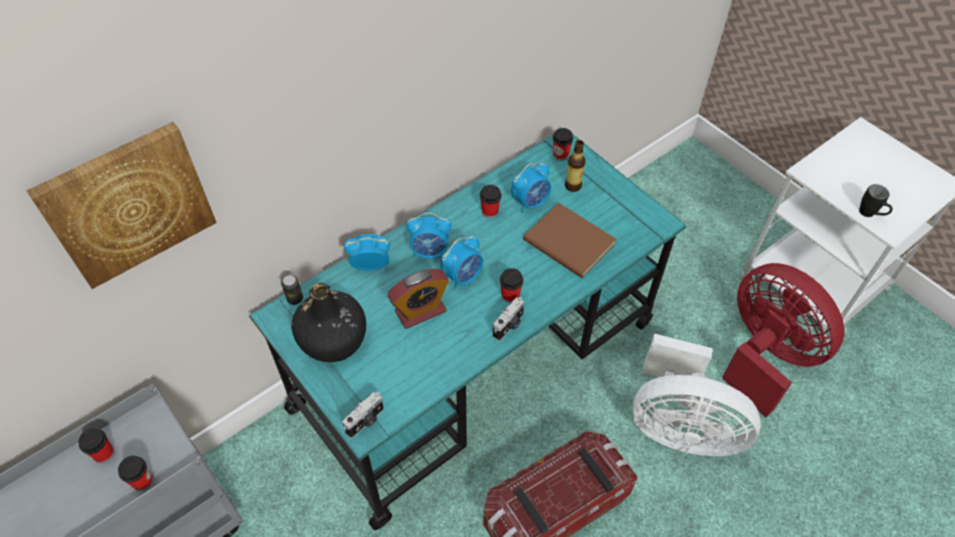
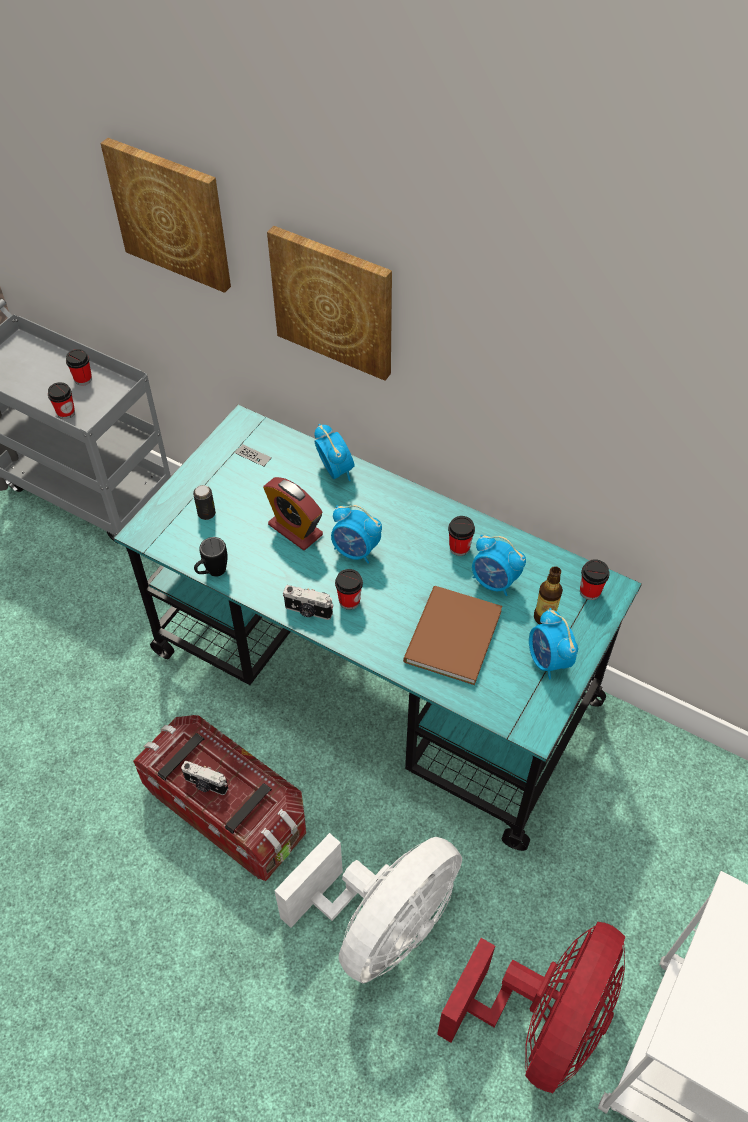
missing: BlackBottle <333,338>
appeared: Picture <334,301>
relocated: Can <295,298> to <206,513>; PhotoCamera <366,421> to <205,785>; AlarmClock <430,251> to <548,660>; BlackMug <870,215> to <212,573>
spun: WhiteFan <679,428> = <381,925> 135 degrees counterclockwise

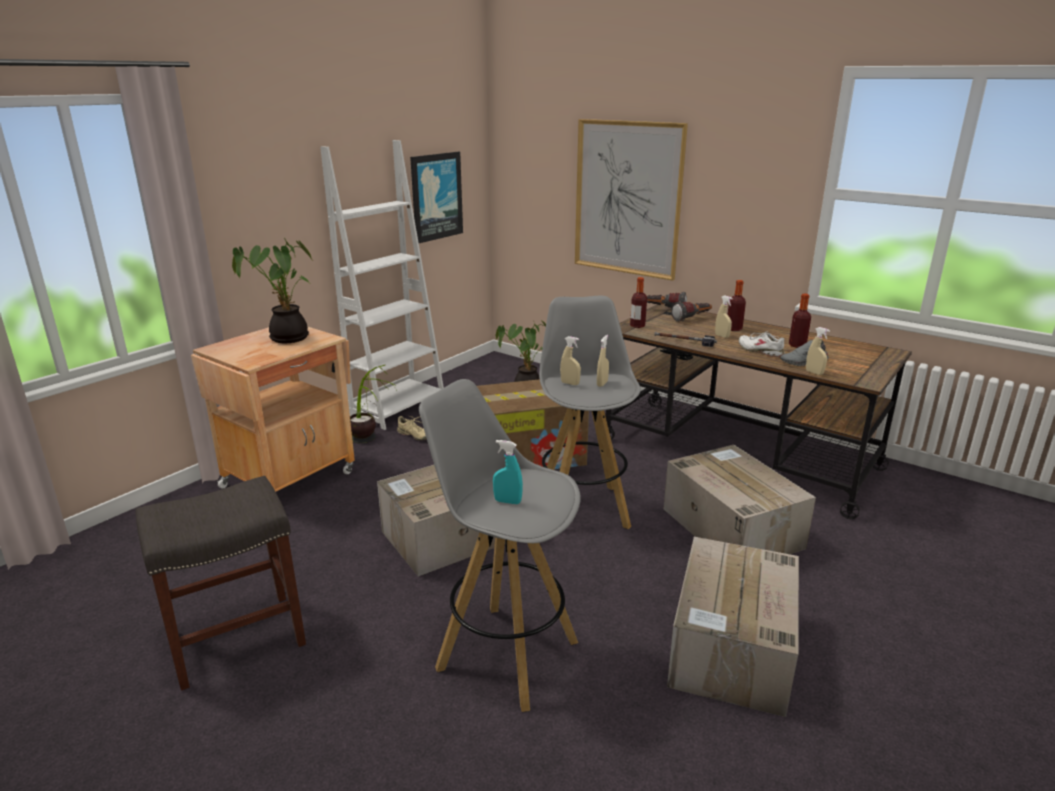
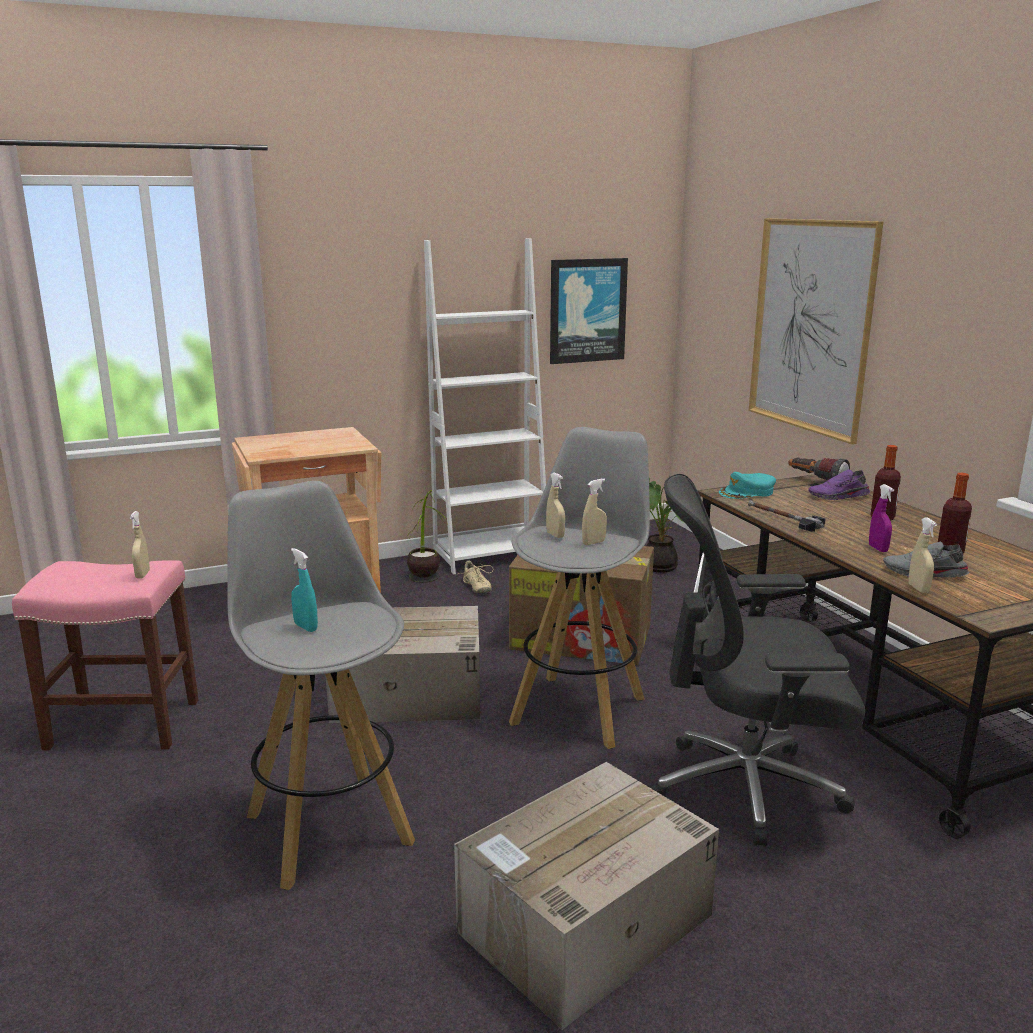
missing: PottedPlant <286,338>
relocated: BeigeSprayBottle <722,336> to <142,575>
exchanged: Bottle <637,325> to TurquoiseCap <747,492>; CardboardBox <730,527> to OfficeChair <748,789>; Flashlight <692,319> to PurpleShoe <839,497>; WhiteShoe <760,351> to PurpleSprayBottle <878,549>
colour: GreyStool <238,638> to PinkStool <126,724>

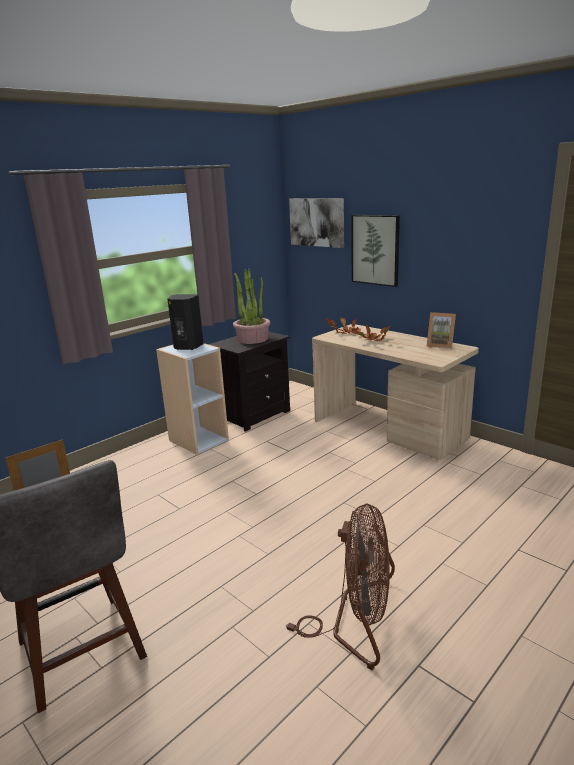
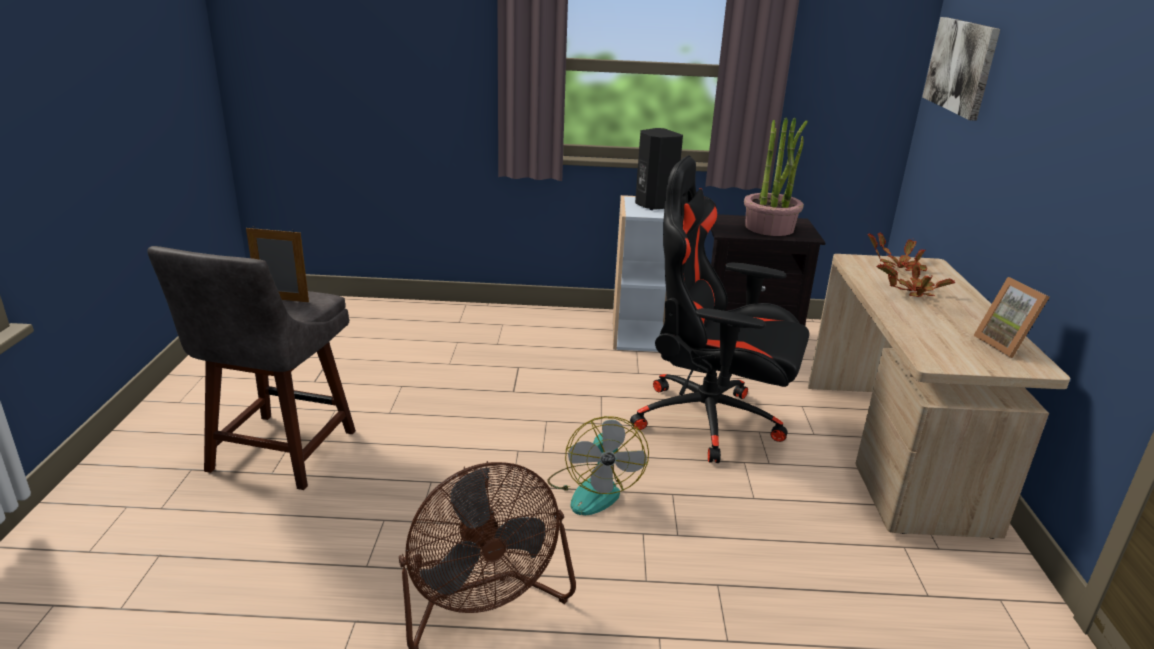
missing: Picture <375,250>
appeared: Fan <593,489>; BlackOfficeChair <717,424>

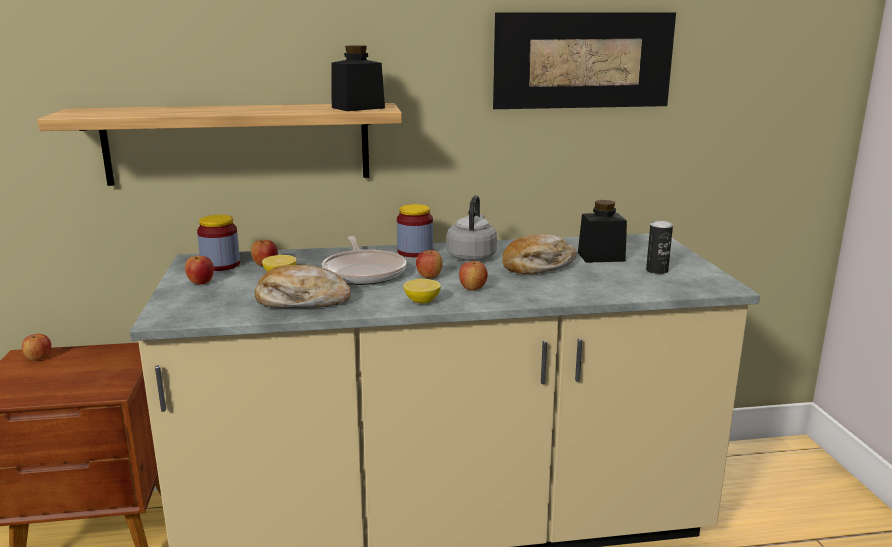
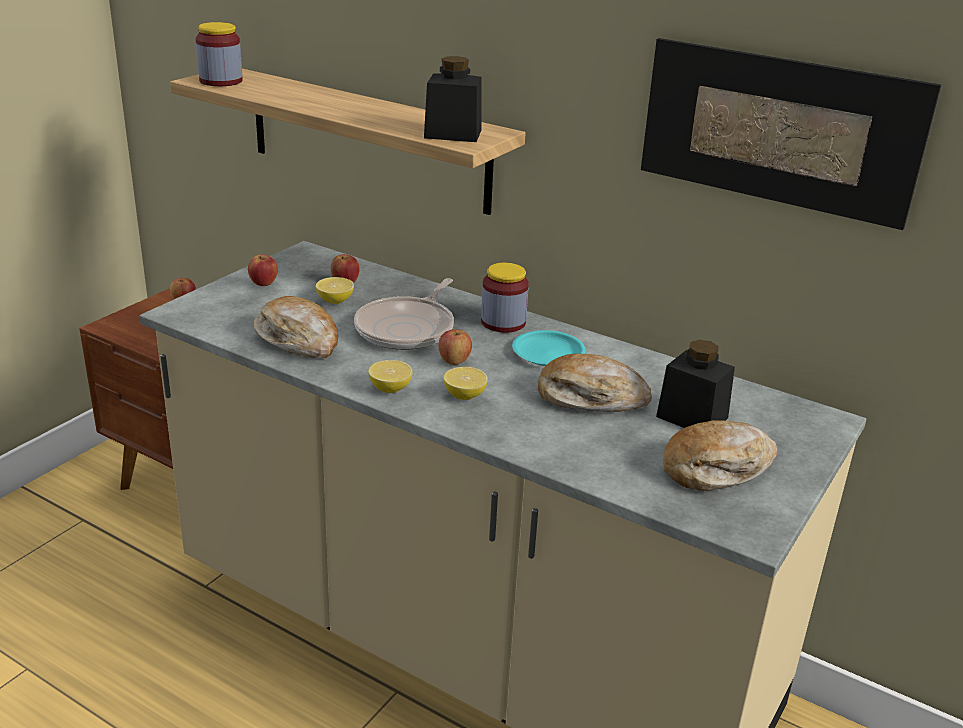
relocated: Jar <220,265> to <221,81>
exchanged: GreyKettle <472,256> to TurquoisePlate <548,353>; Apple <472,288> to Lemon <465,395>; Can <657,271> to Bread <716,468>

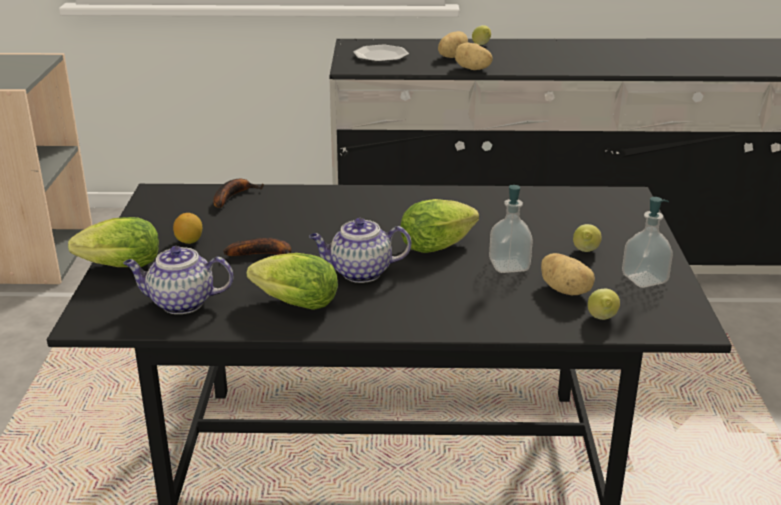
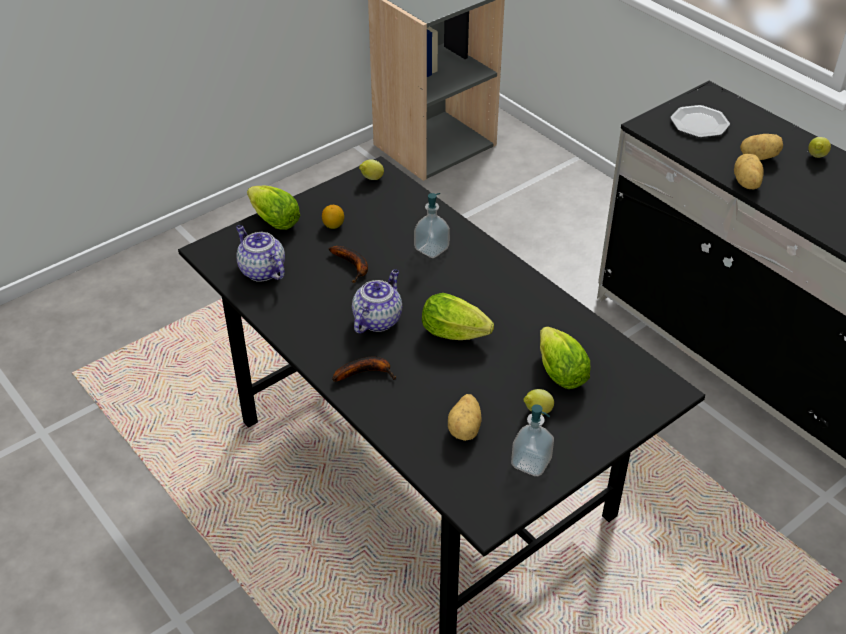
relocated: Banana <233,196> to <366,372>; Lettuce <291,303> to <558,370>; SoapDispenser <509,265> to <431,249>; Lemon <602,319> to <371,179>
spun: Teapot <359,273> = <377,319> 75 degrees clockwise

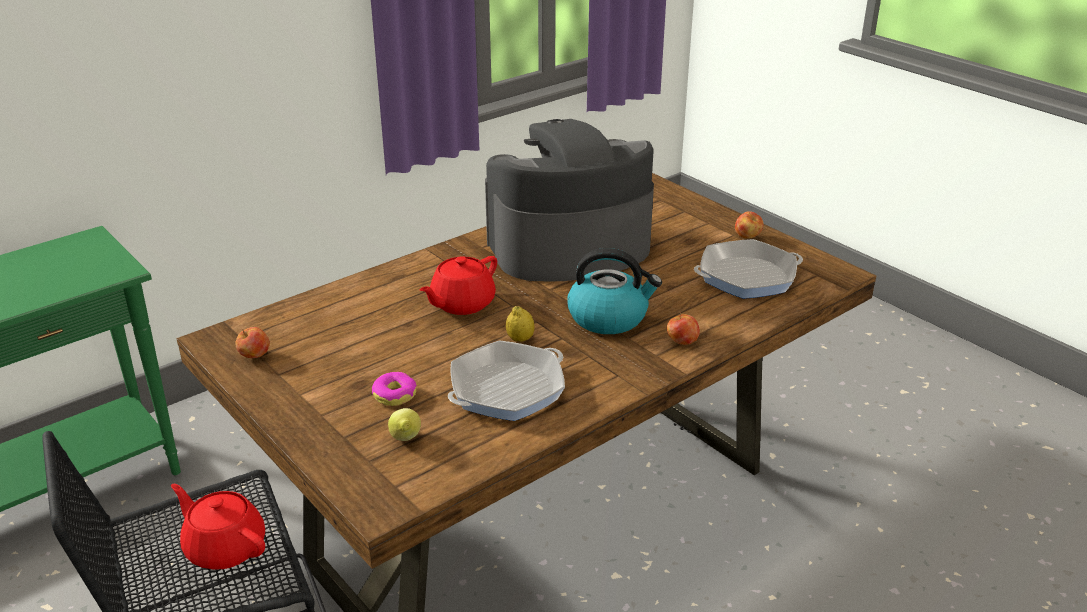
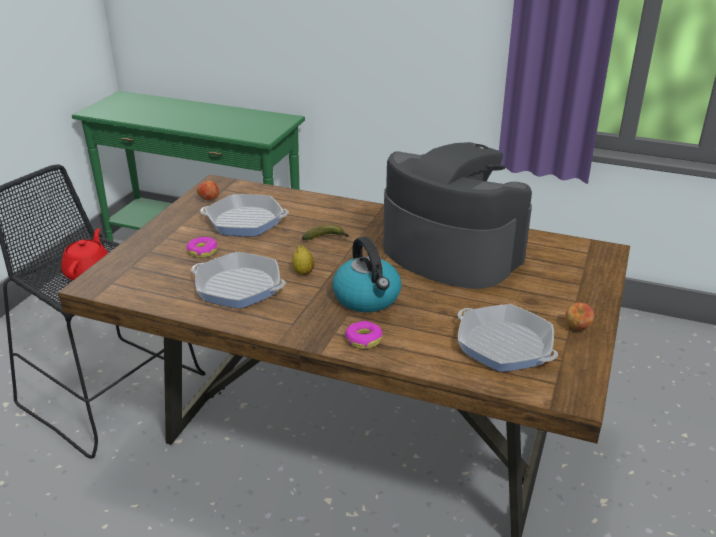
missing: Lemon <406,440>
appeared: FryingPan <245,221>
exchanged: RedTeapot <461,304> to Banana <327,238>; Apple <682,342> to Donut <363,340>

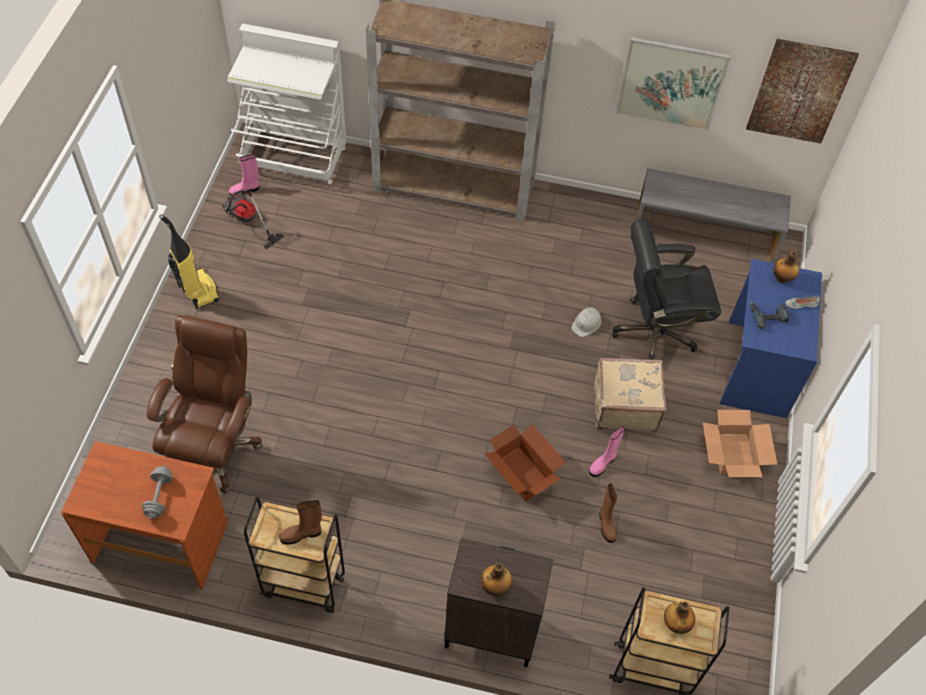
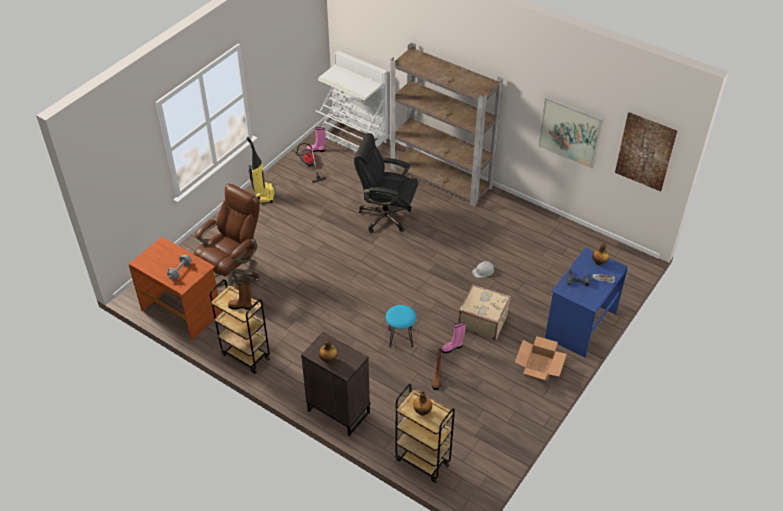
missing: GreyBench <706,232>
relocated: BlackOfficeChair <656,332> to <386,217>
exchanged: CardboardBox <522,473> to TurquoiseStool <400,338>

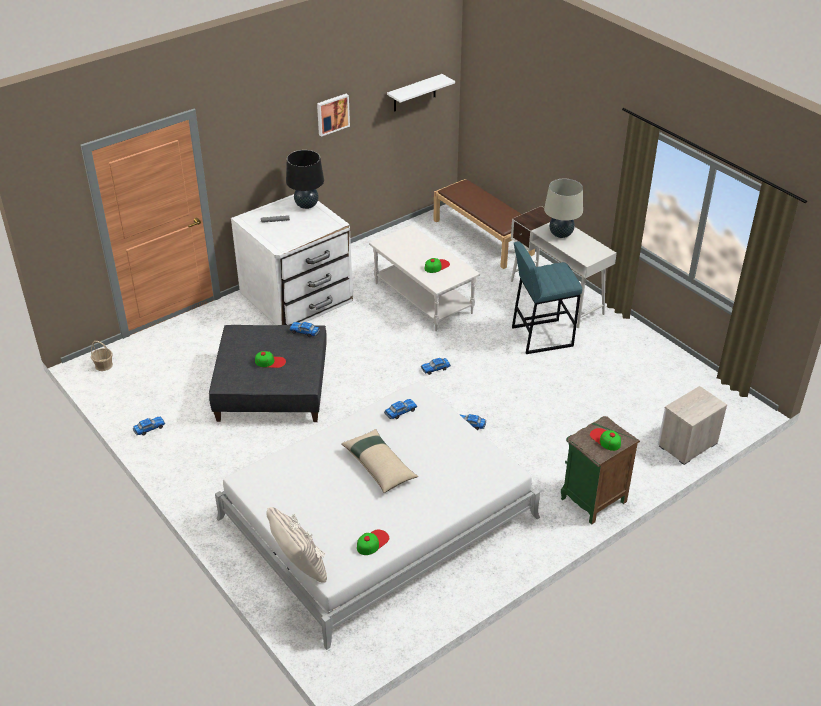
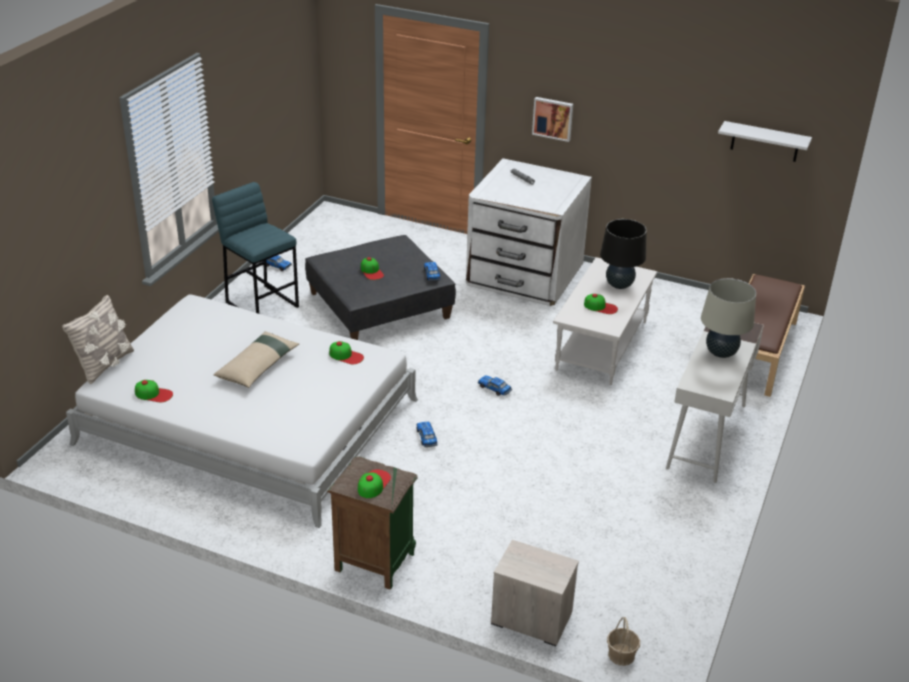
relocated: Basket <103,365> to <621,655>; BlackTableLamp <306,205> to <619,285>; Picture <332,114> to <553,118>; TurquoiseStool <540,337> to <261,304>
exchanged: ToyCar <400,412> to Cap <346,356>

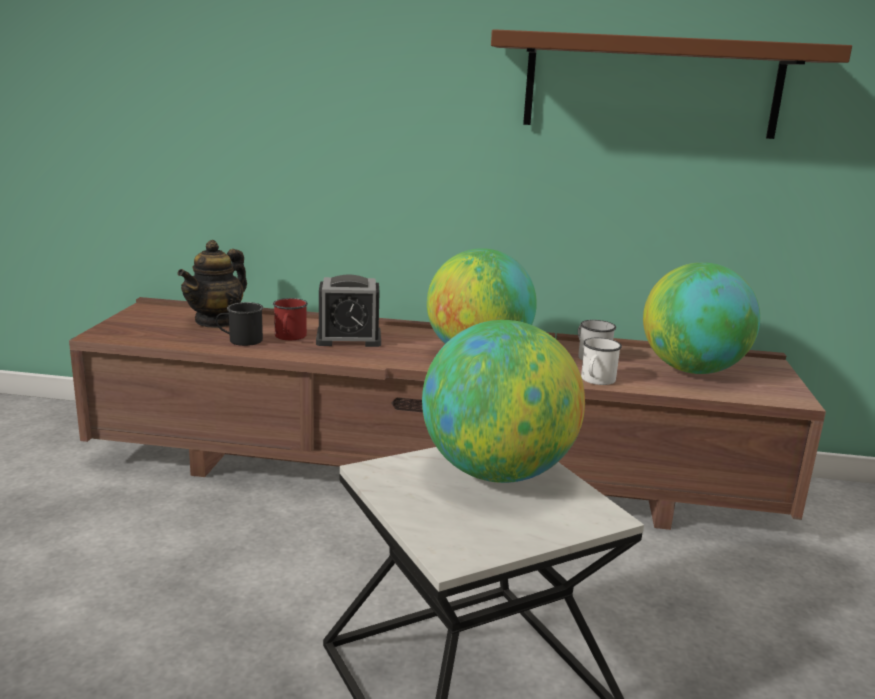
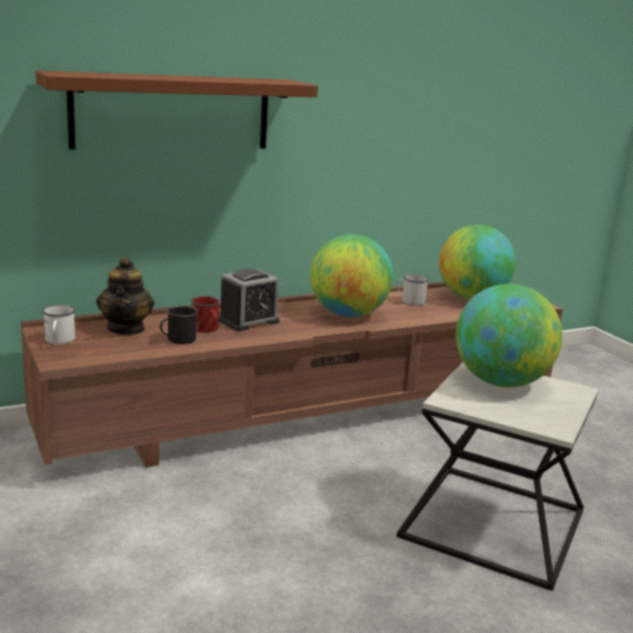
relocated: BrownShelf <651,86> to <172,112>; WhiteMug <596,381> to <59,341>

